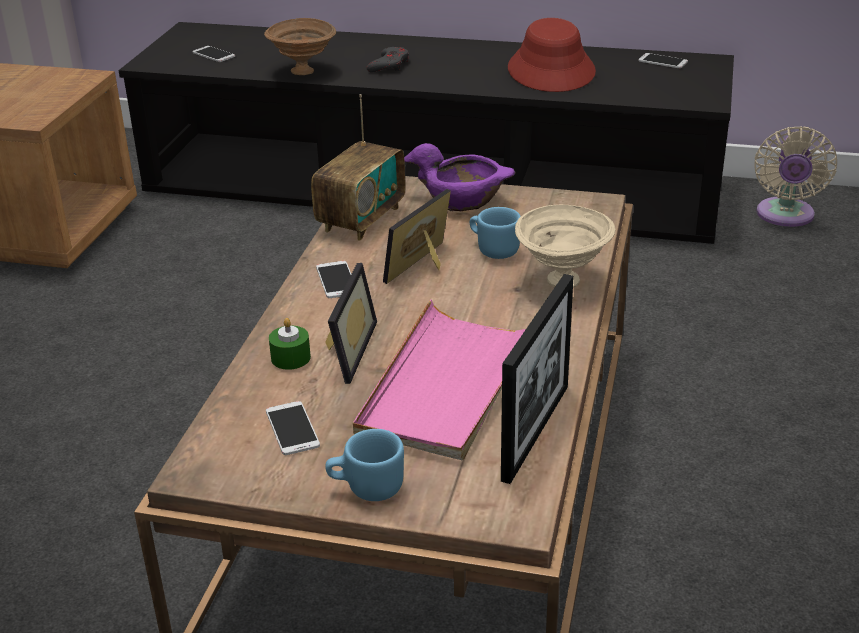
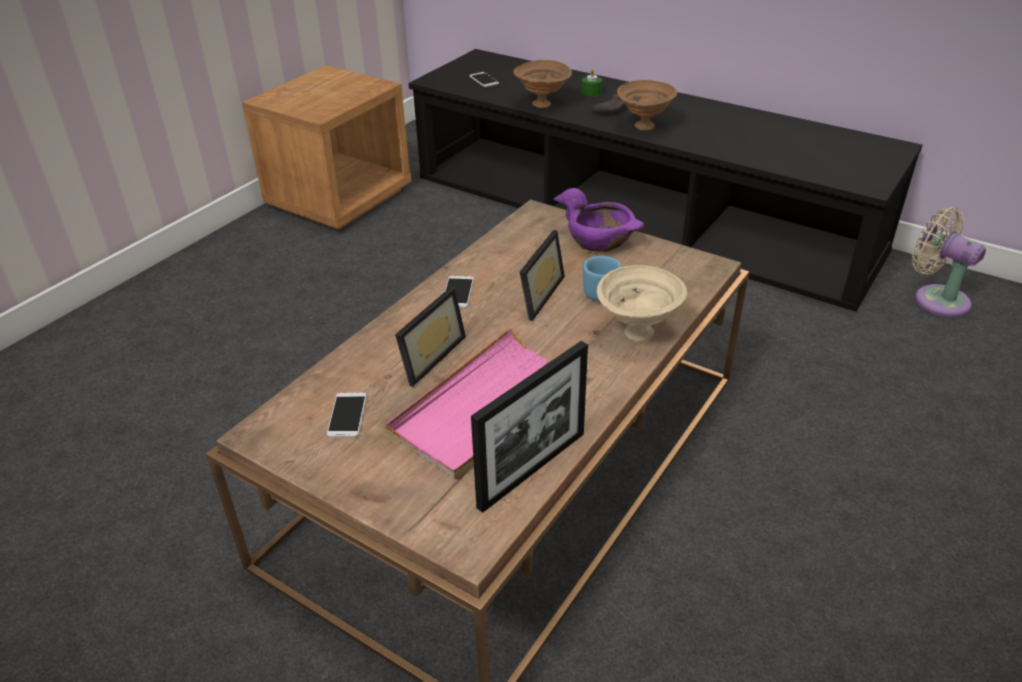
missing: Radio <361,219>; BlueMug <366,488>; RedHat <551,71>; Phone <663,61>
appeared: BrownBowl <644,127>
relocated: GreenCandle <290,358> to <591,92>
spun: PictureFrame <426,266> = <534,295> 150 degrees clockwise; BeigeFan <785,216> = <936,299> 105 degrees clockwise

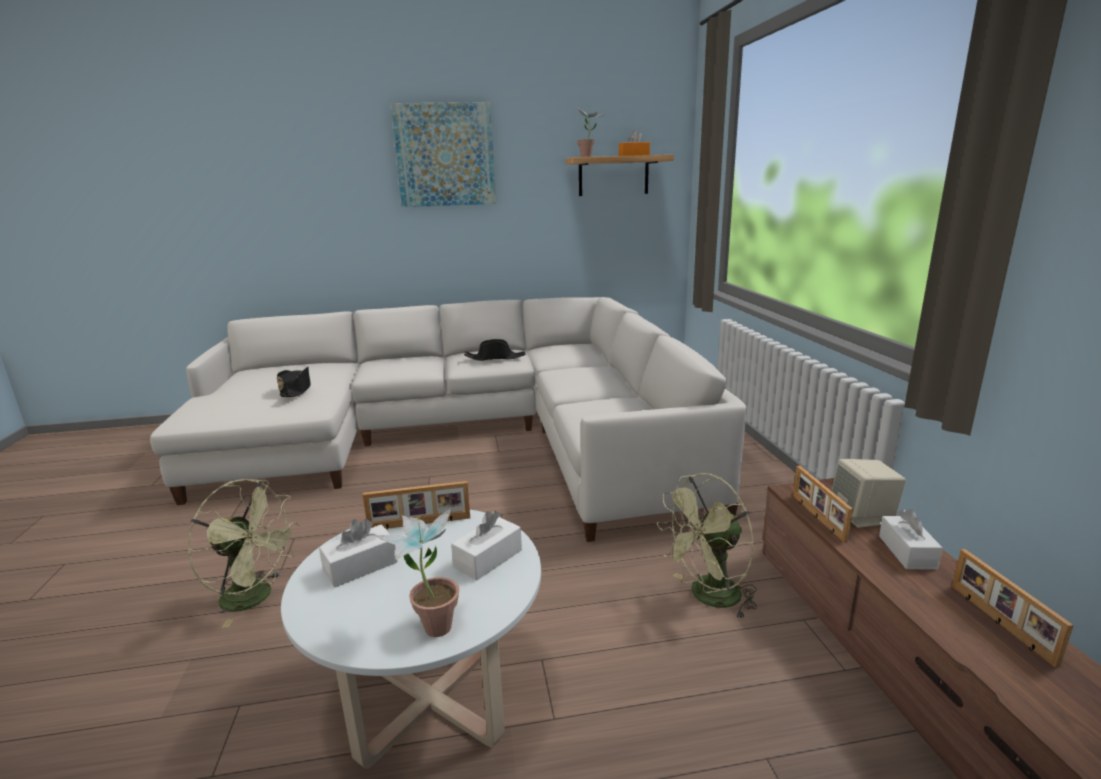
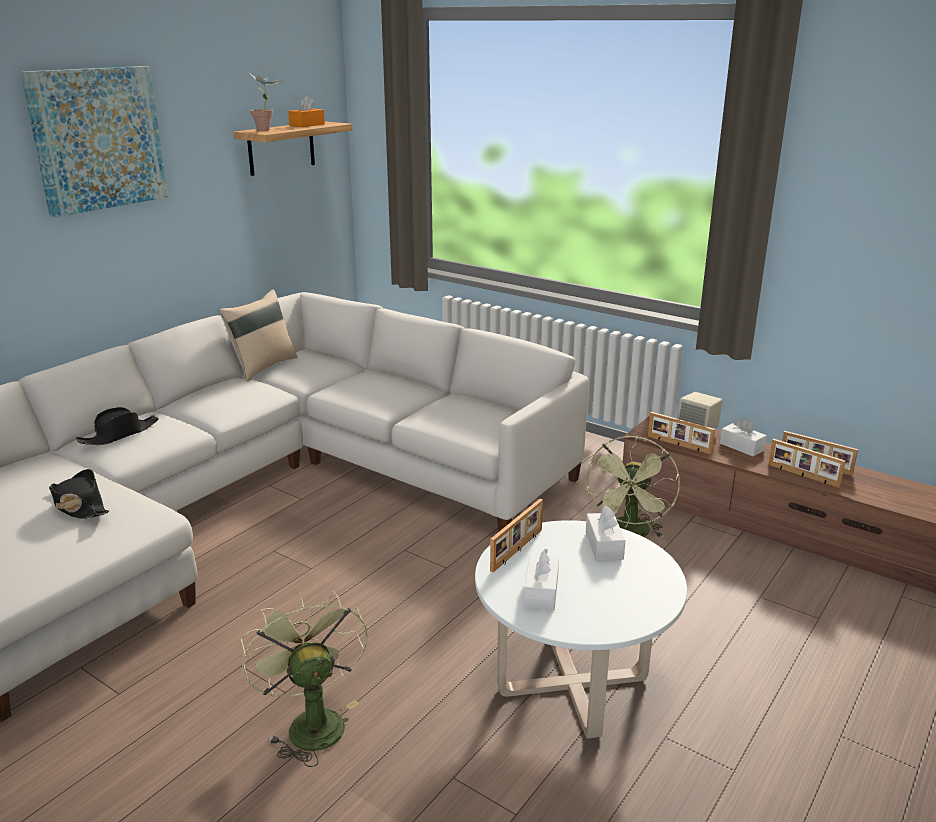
missing: PottedPlant <431,623>
appeared: BeigePillow <262,366>; PictureFrame <802,476>
relocated: BlackHat <495,358> to <120,434>
spun: GreenFan <256,597> = <311,722> 90 degrees counterclockwise

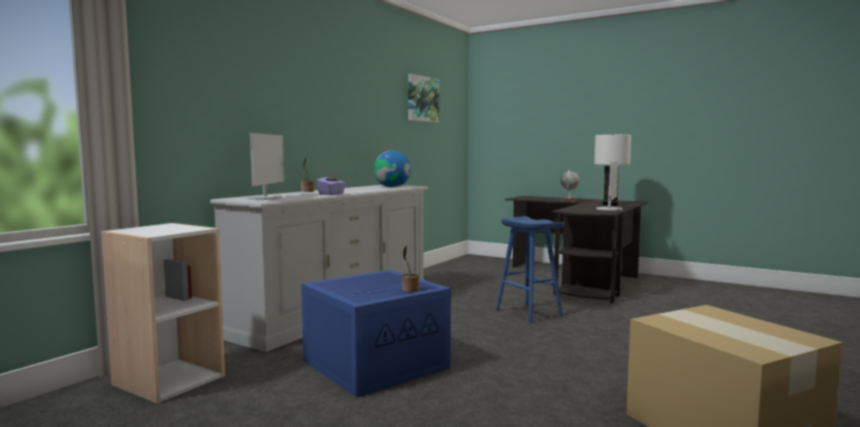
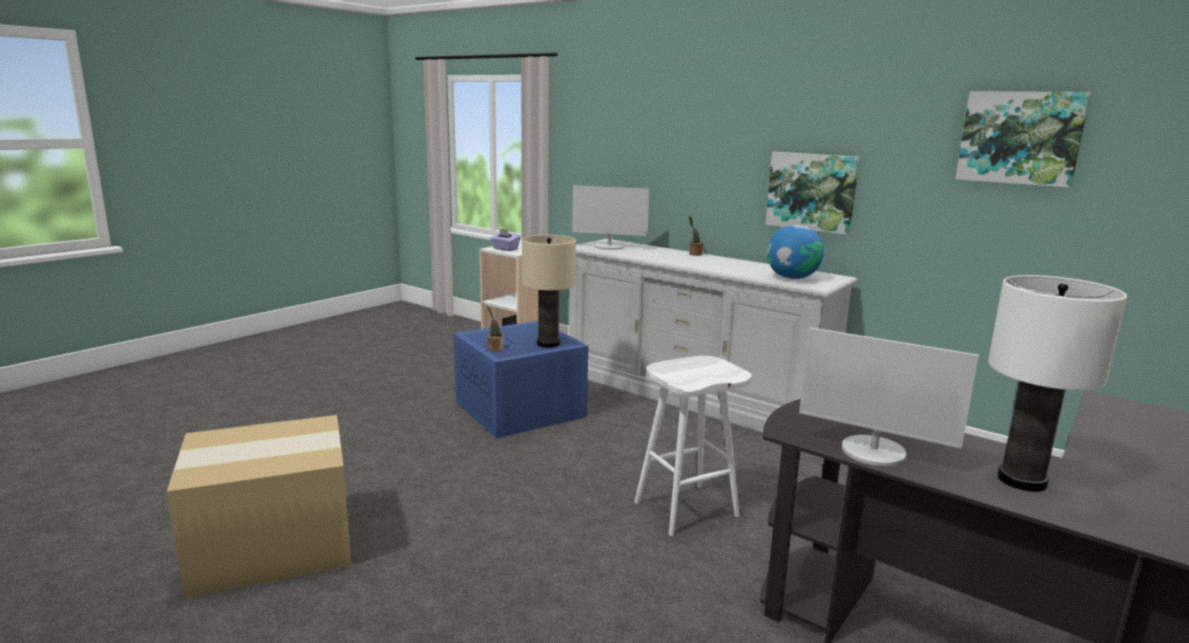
missing: Globe <569,200>
appeared: BeigeTableLamp <548,344>; Picture <811,192>
relocated: PurpleTissueBox <331,194> to <505,249>
colour: BlueStool <527,313> to WhiteStool <686,508>

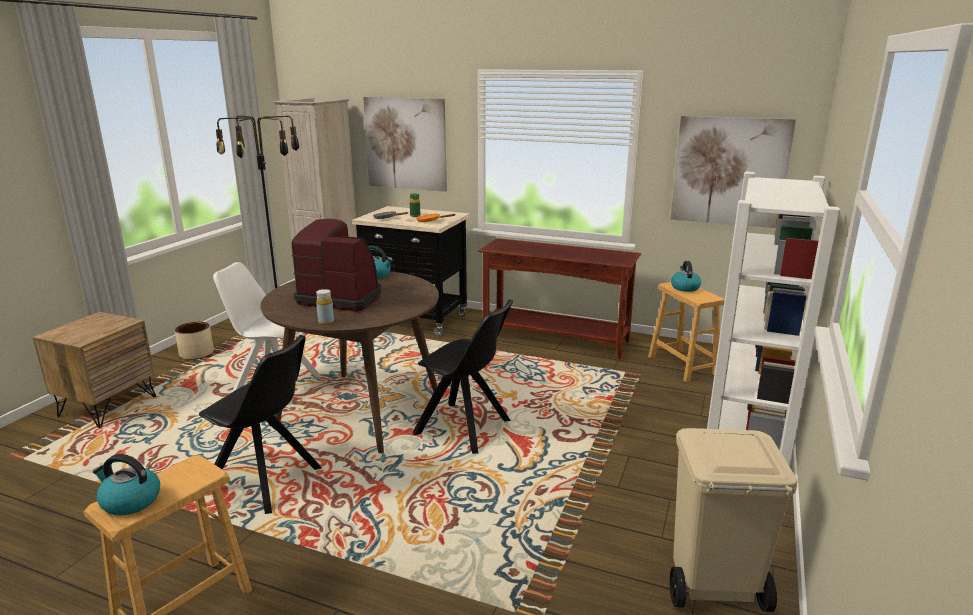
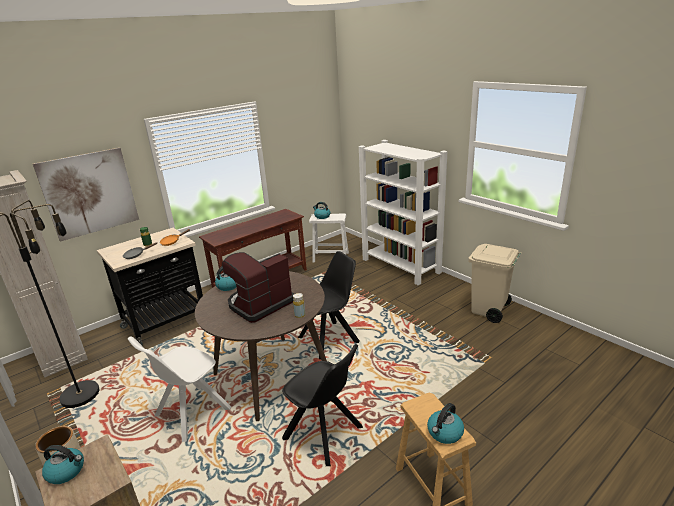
missing: Picture <729,171>
appeared: Kettle <67,471>
colour: BrownStool <682,365> to WhiteStool <330,257>
spun: BlackChair <266,481> = <324,434> 75 degrees clockwise

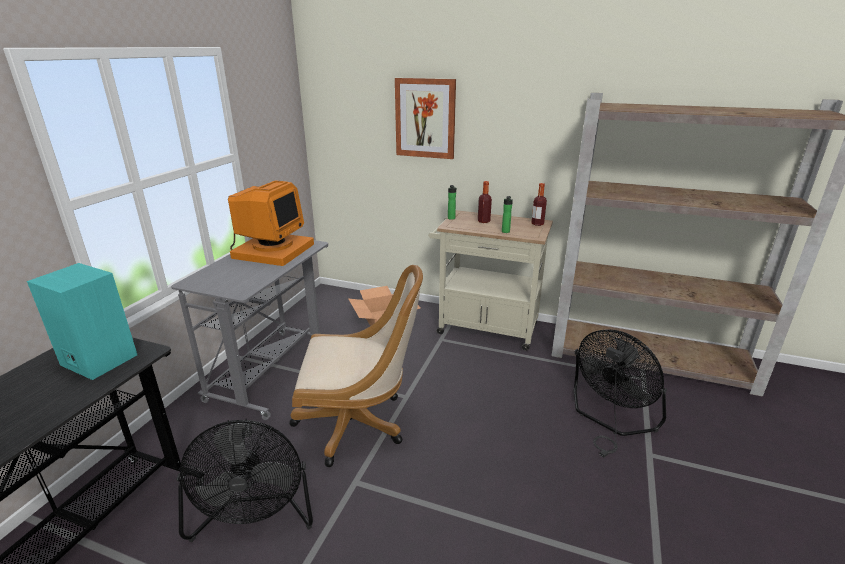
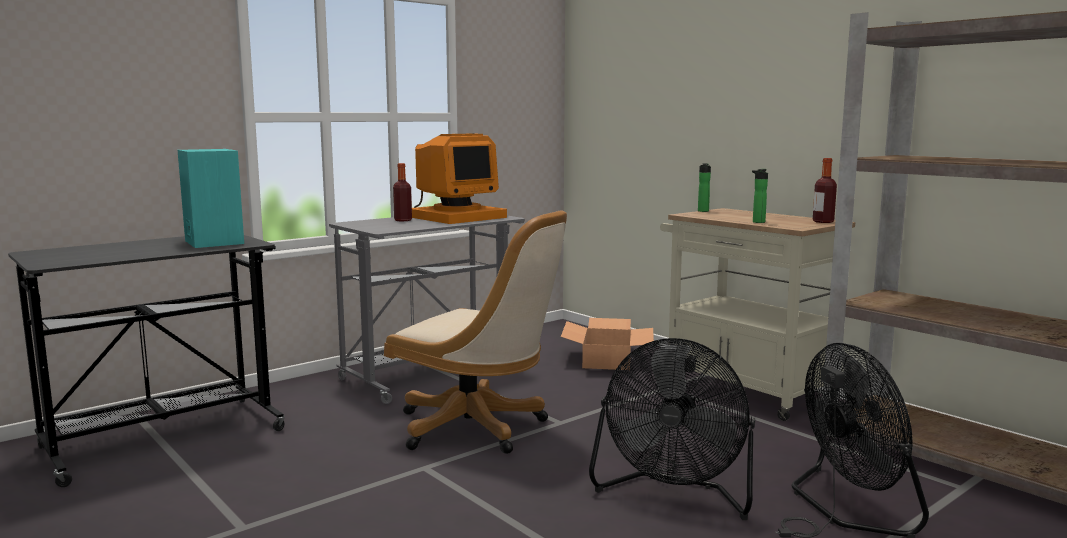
missing: Picture <425,118>
relocated: BlackFan <251,513> to <670,490>; Bottle <483,221> to <403,220>

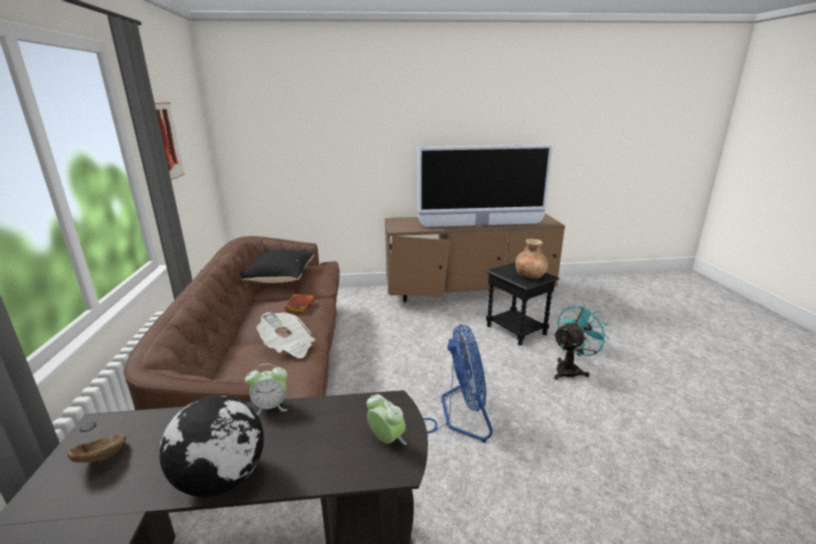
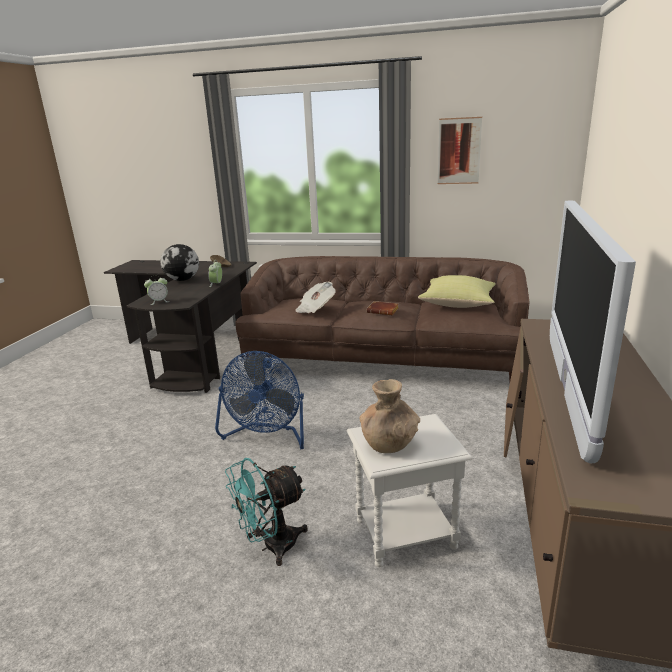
colour: BlackPillow <279,278> to YellowPillow <458,304>; BlackSideTable <516,329> to WhiteSideTable <406,534>
spun: TurquoiseFan <571,369> = <271,546> 75 degrees clockwise

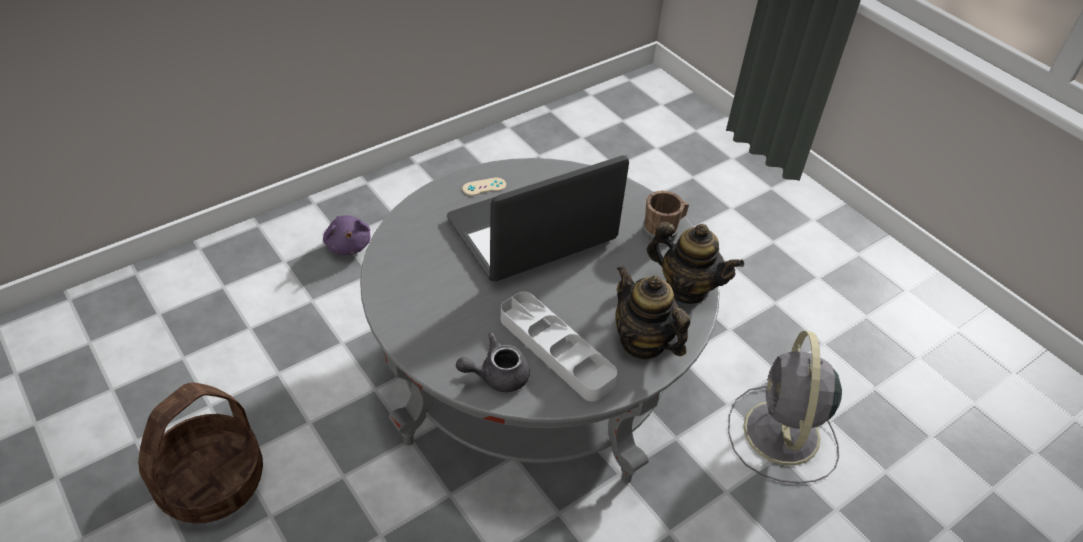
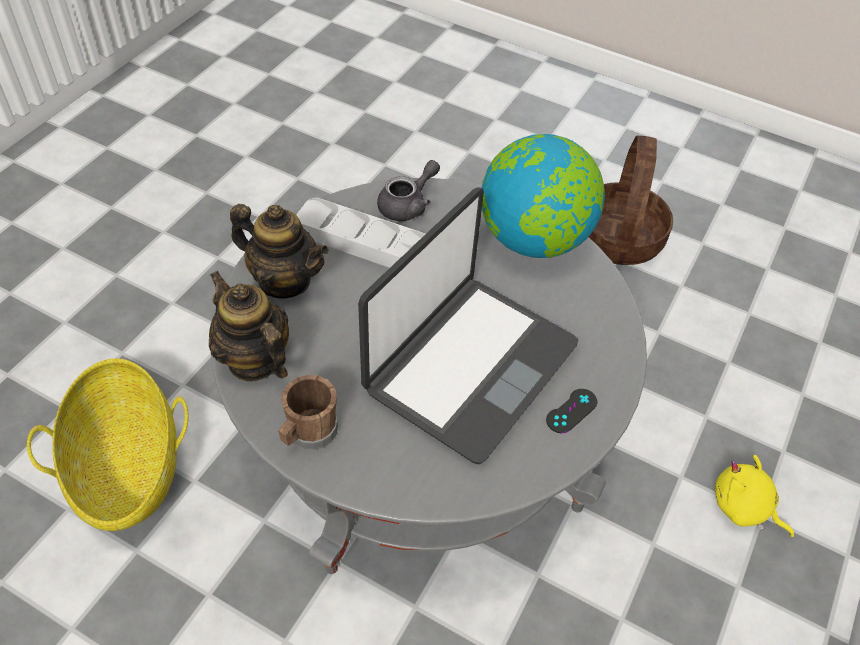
appeared: Globe <533,240>
exchanged: GreyFan <781,435> to Basket <127,466>
colour: PurplePlushToy <348,245> to YellowPlushToy <743,508>; BeigeGameController <484,187> to BlackGameController <571,411>
spun: Teapot <686,288> = <254,359> 45 degrees clockwise

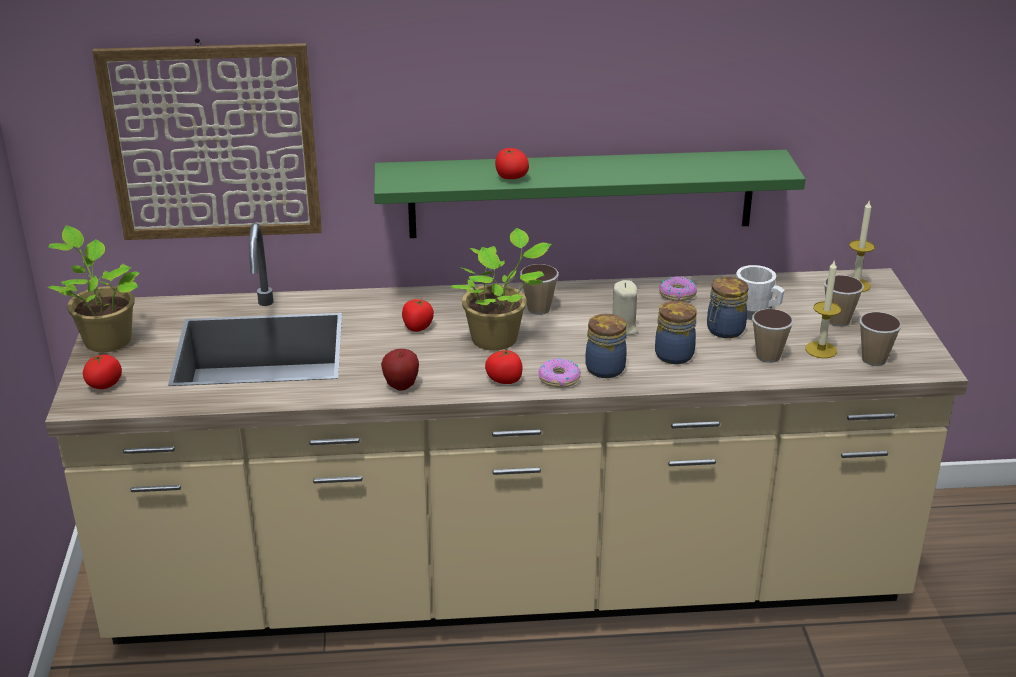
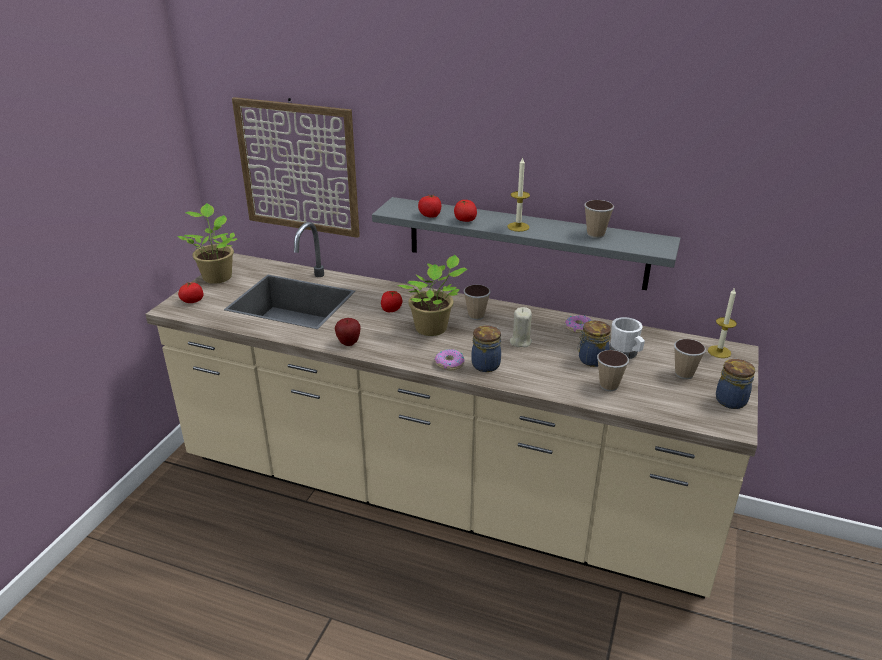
relocated: Tomato <505,379> to <430,215>; Jar <673,354> to <731,400>; Candle <821,350> to <518,227>; Cup <874,359> to <595,234>
colour: GreenShelf <581,193> to GreyShelf <525,243>

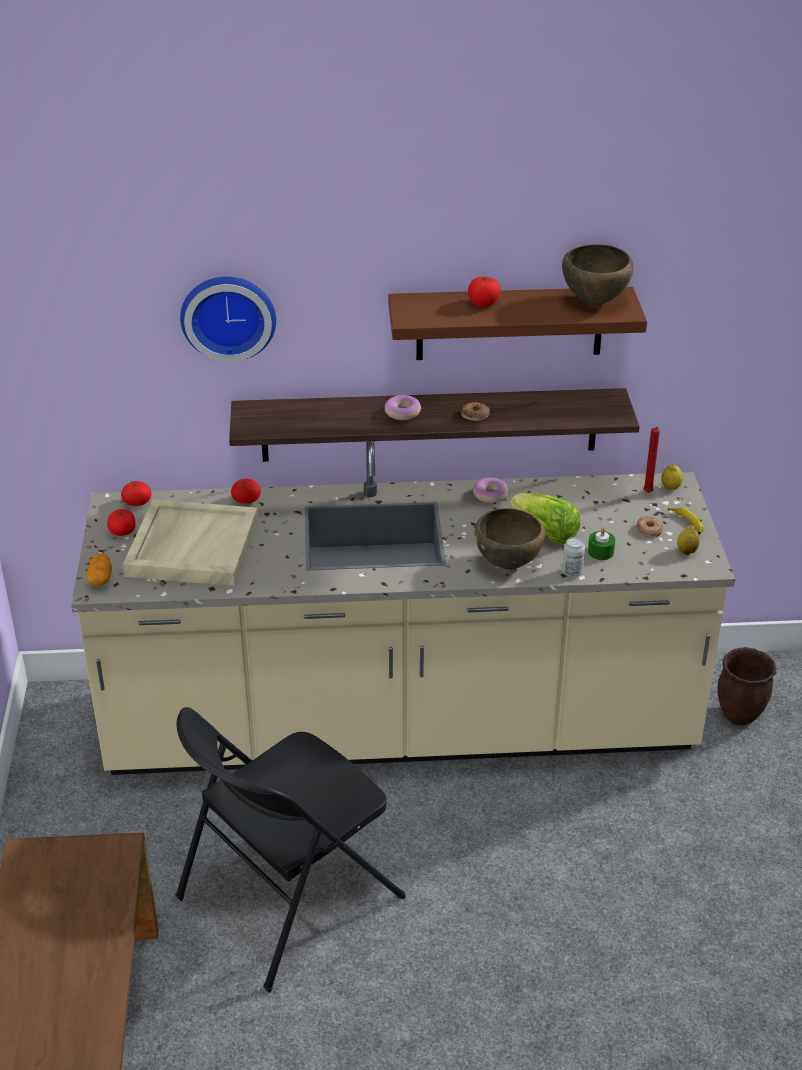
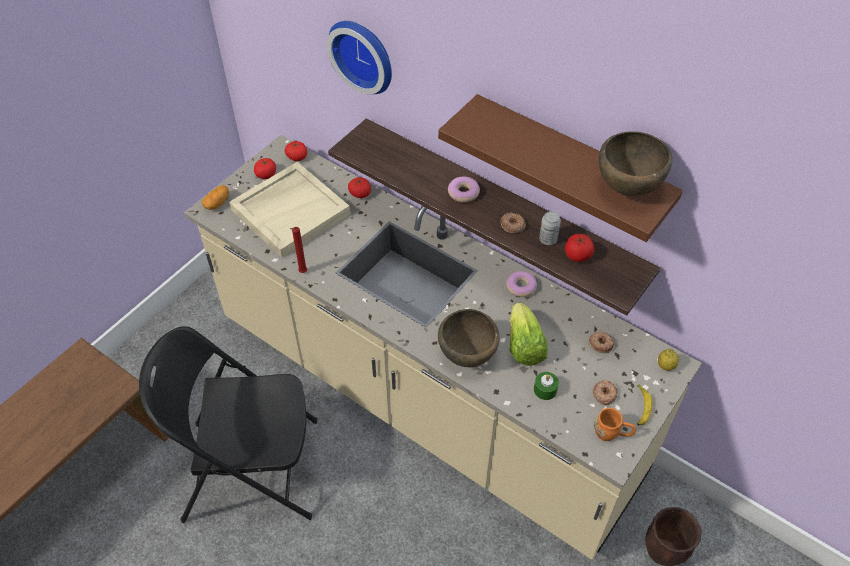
appeared: Donut <601,343>
relocated: Tomato <483,303> to <577,255>; Can <572,572> to <548,239>; RedCandle <648,493> to <302,273>
exchanged: Lemon <686,551> to OrangeMug <612,434>

